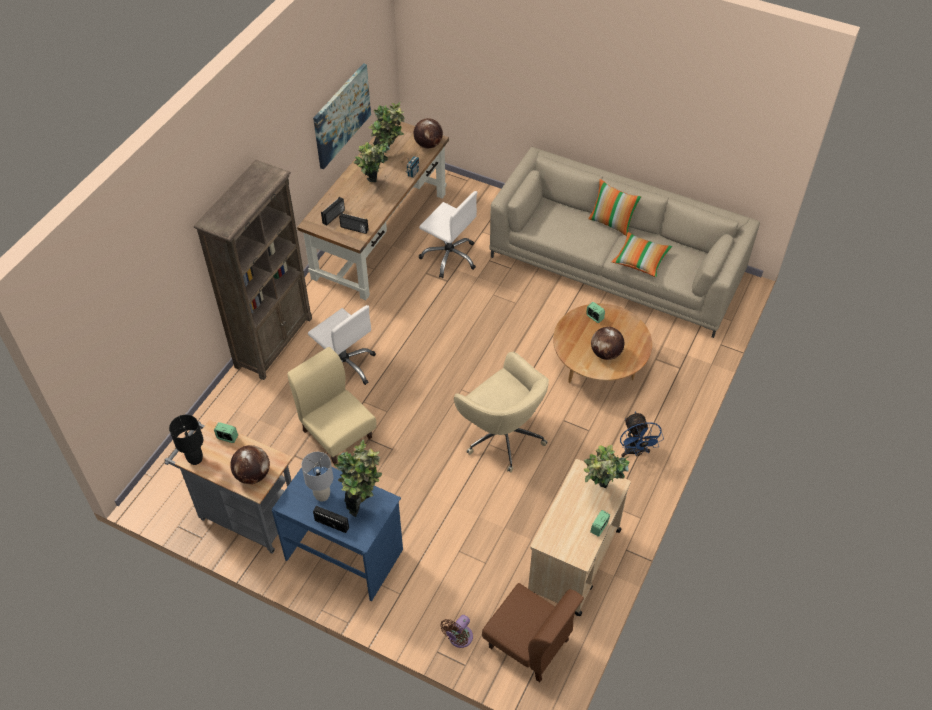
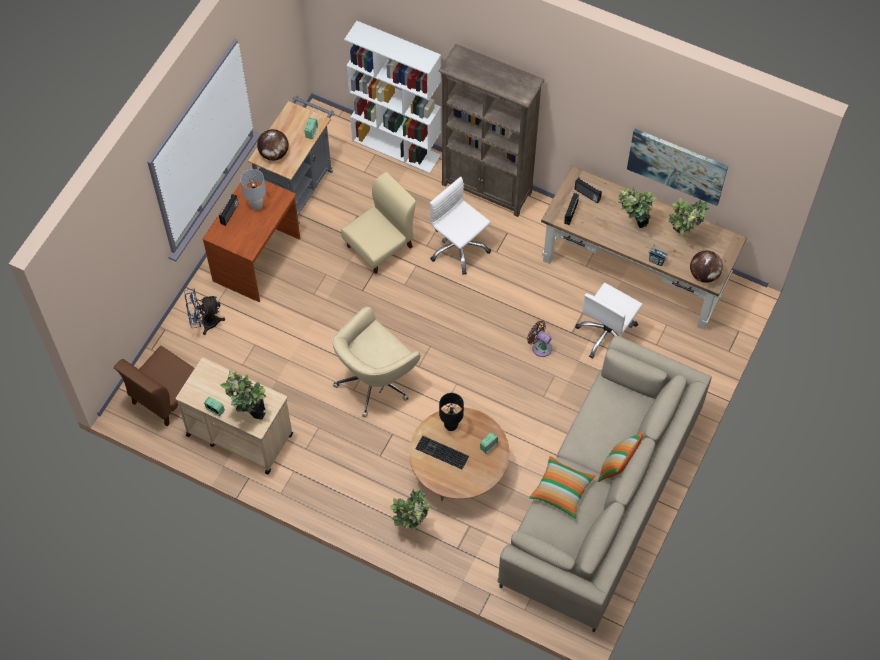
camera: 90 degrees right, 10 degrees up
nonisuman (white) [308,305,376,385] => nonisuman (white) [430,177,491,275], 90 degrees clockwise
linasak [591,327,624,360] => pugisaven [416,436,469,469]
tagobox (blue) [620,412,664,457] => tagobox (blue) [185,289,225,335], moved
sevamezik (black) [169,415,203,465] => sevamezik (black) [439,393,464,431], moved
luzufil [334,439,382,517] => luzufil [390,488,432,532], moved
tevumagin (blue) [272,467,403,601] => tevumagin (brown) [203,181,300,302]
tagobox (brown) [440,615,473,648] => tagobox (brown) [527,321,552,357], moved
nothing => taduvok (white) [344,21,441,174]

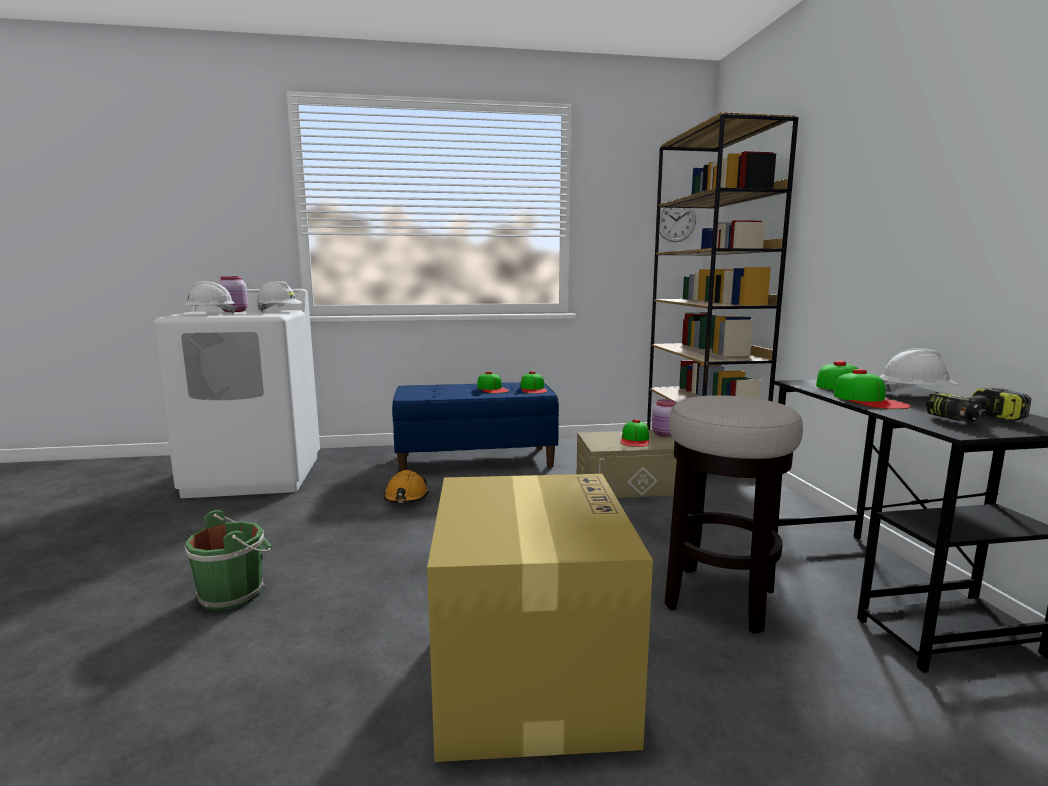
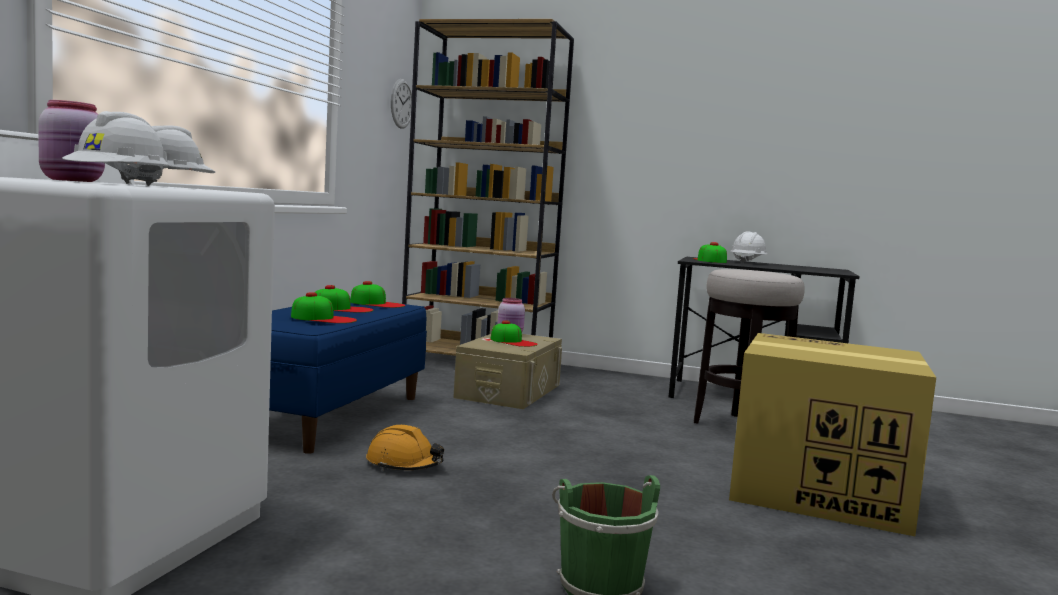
camera: 65 degrees left, 5 degrees down
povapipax [833,369,911,409] => povapipax [291,292,357,323], moved
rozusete [925,388,1031,422] => nothing

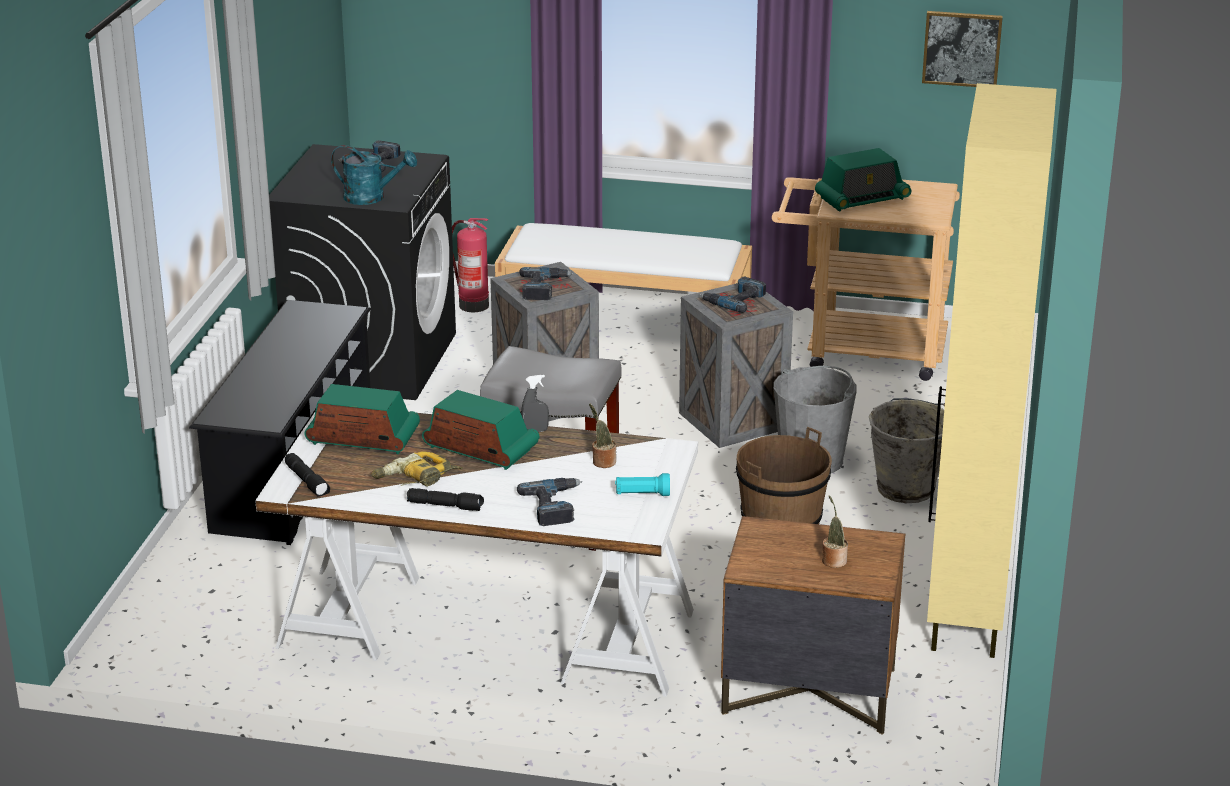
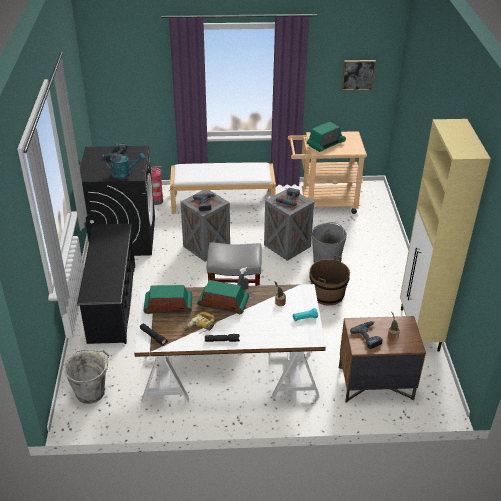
camera: 15 degrees left, 10 degrees up
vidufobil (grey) [869,398,945,503] => vidufobil (grey) [64,350,109,404], moved
rozusete [517,478,582,526] => rozusete [350,321,383,349], moved

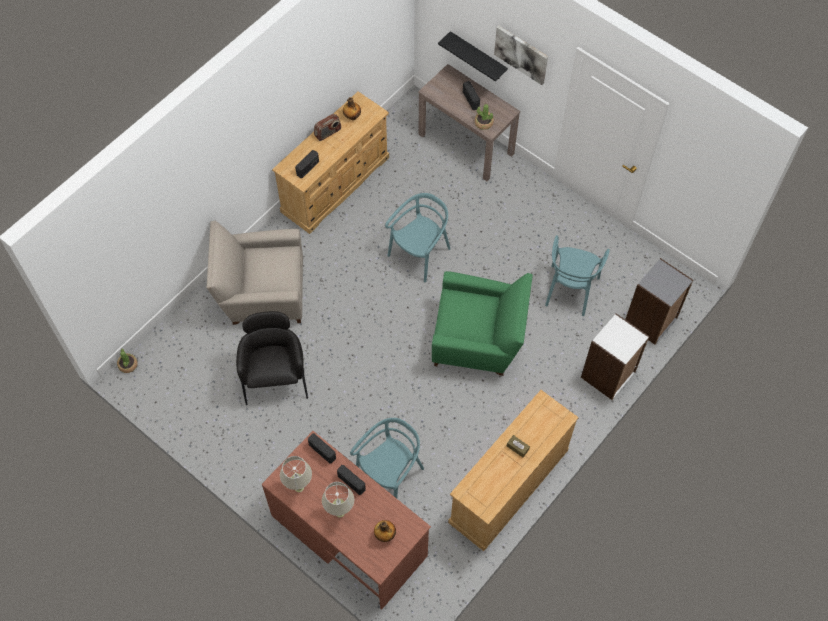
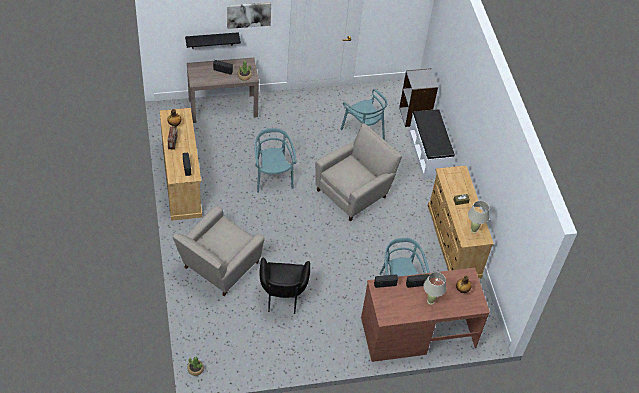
camera: 55 degrees left, 10 degrees down
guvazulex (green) [432,271,533,376] => guvazulex (beige) [315,123,402,222]
guvazulex (black) [236,311,308,405] => guvazulex (black) [260,258,310,314], 120 degrees counterclockwise
taduvok (white) [581,313,649,400] => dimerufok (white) [409,109,455,180]
sevamezik (beige) [280,456,312,492] => sevamezik (beige) [468,201,490,233], moved

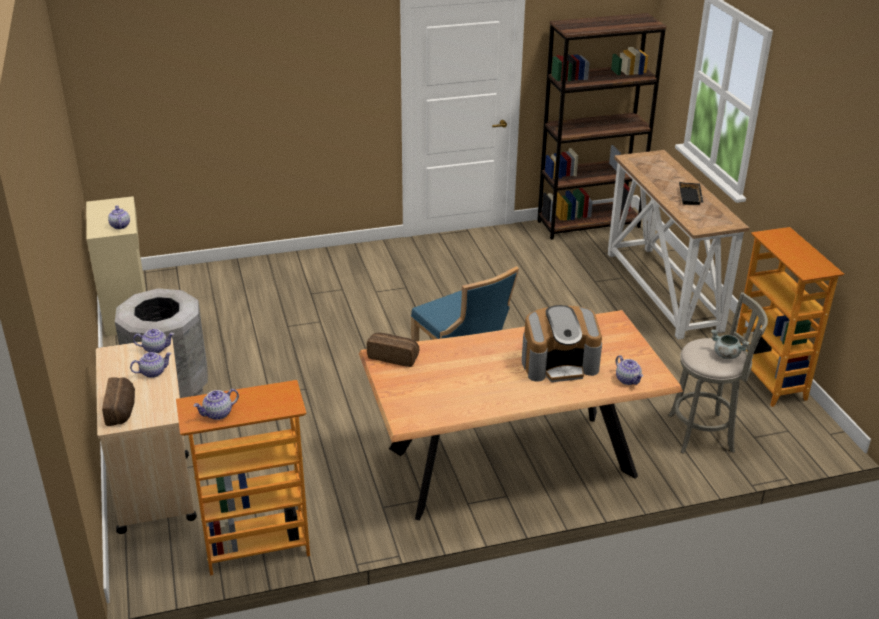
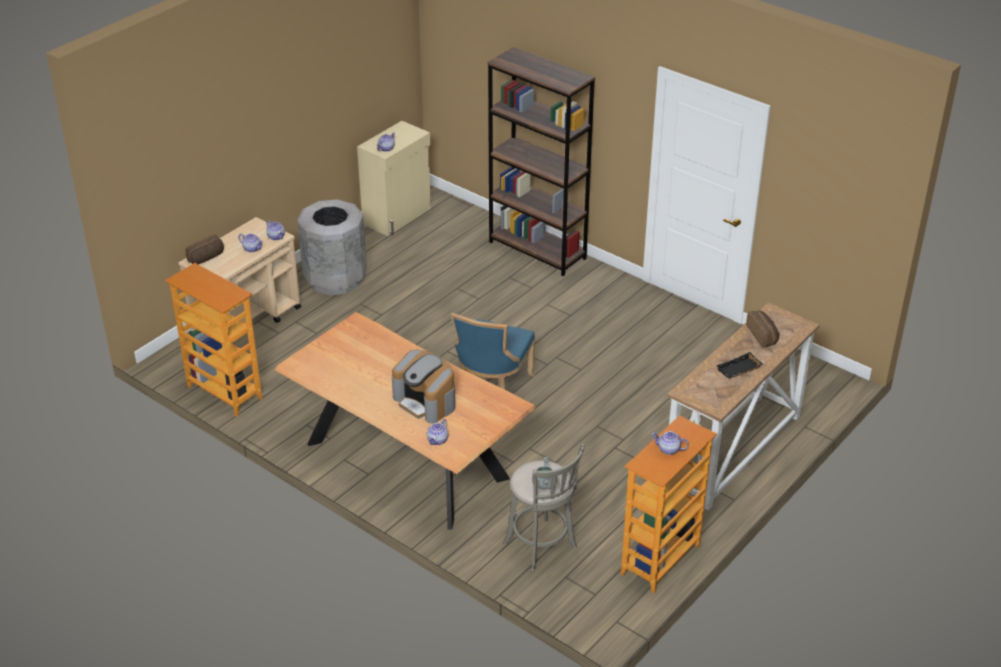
camera: 55 degrees right, 5 degrees up
taduvok (brown) [537,13,667,240] => taduvok (brown) [488,47,595,276], moved
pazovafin [367,333,419,367] => pazovafin [746,311,779,348], moved
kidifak [193,389,239,420] => kidifak [652,431,689,455], moved

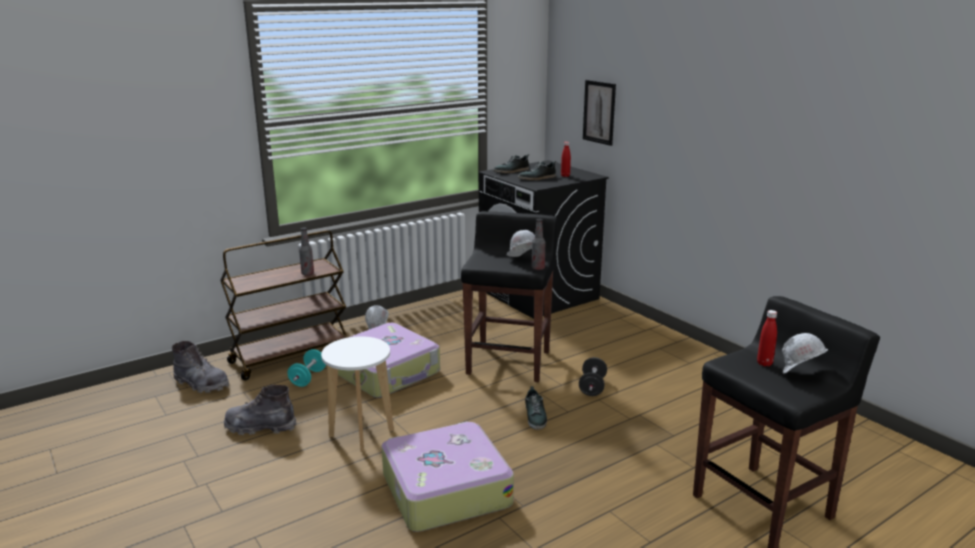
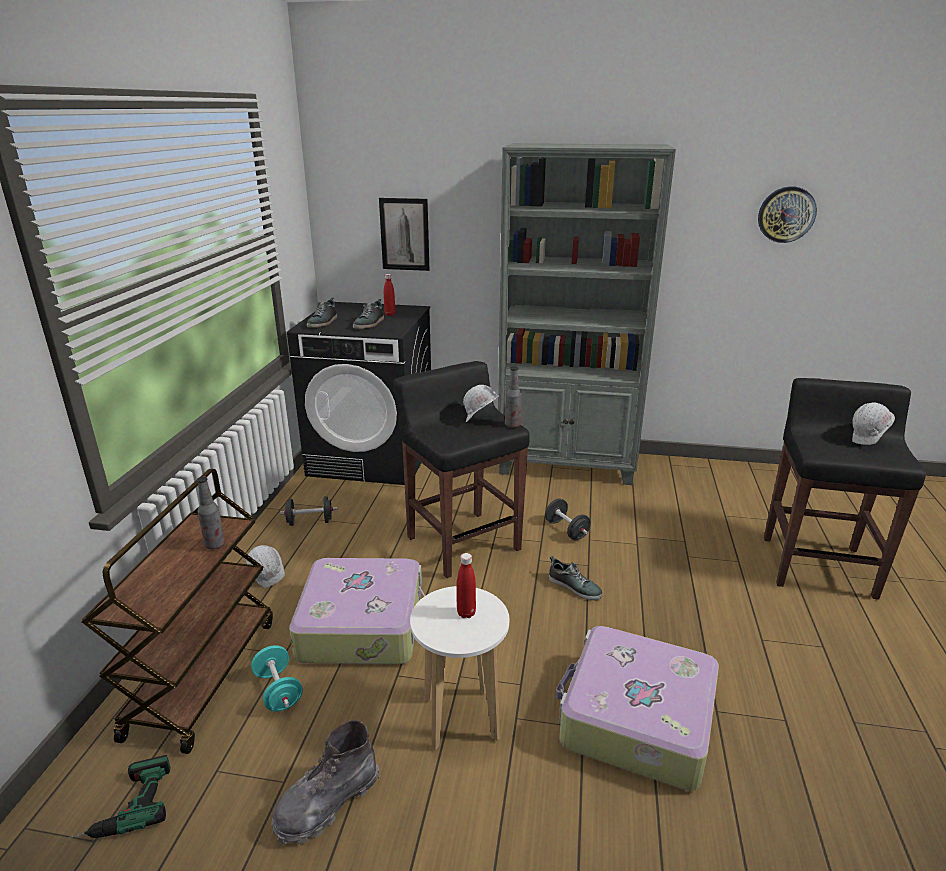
camera: 45 degrees left, 5 degrees up
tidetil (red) [757,310,777,366] => tidetil (red) [457,553,476,618], moved
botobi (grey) [172,341,229,393] => rozusete [68,755,170,838]
nothing => taduvok (grey) [498,143,676,485]
nothing => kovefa [758,186,817,243]
nothing => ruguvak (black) [280,496,338,526]

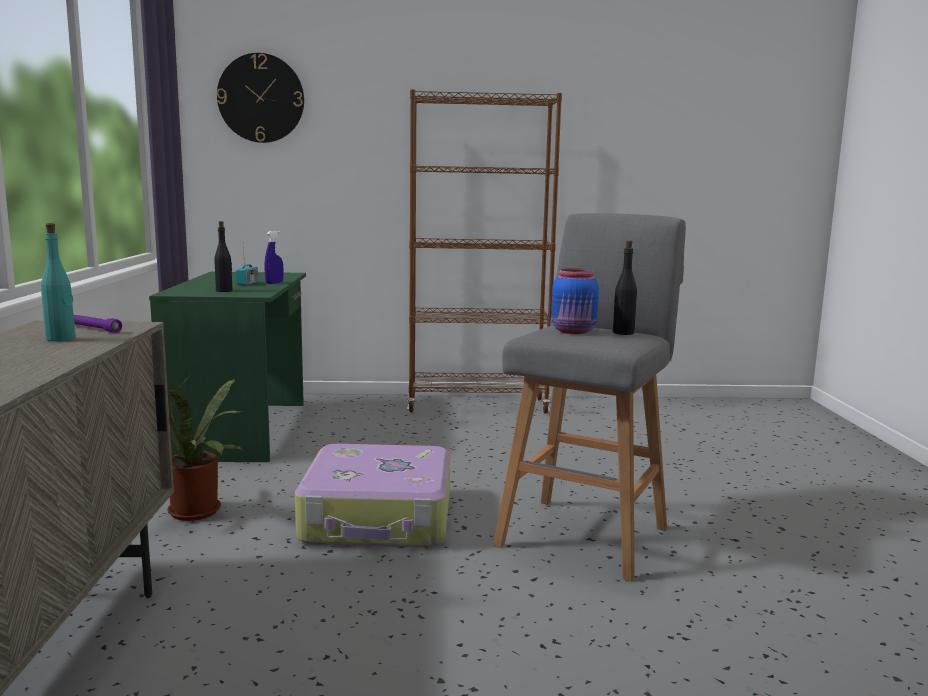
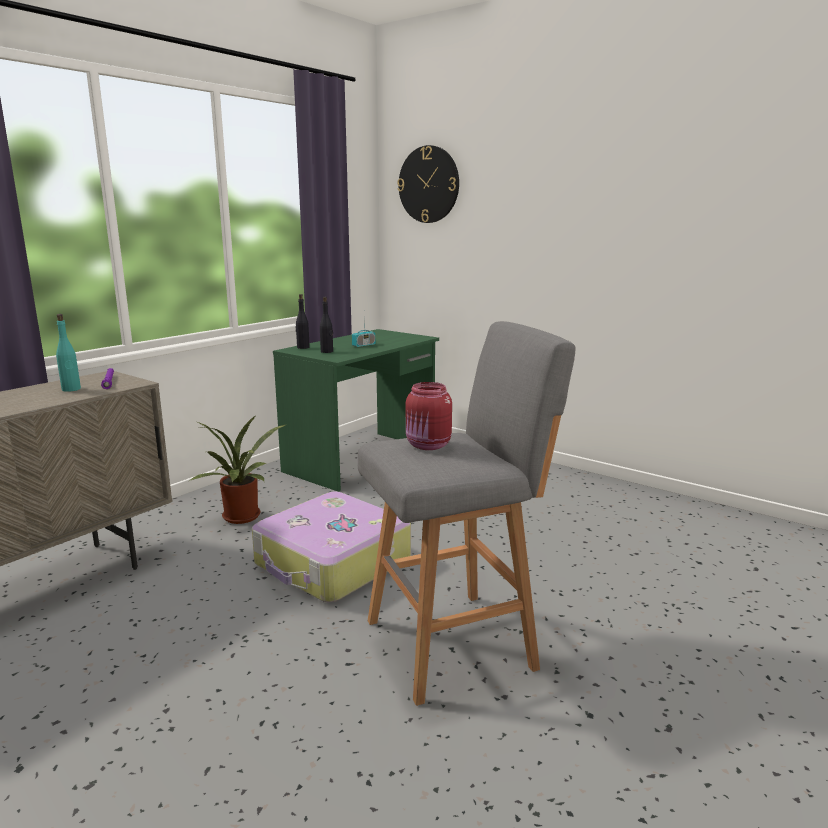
camera: 40 degrees right, 5 degrees up
taduvok (brown) [407,89,562,413] => nothing
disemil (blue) [264,230,283,284] => nothing
tidetil (black) [613,240,637,335] => tidetil (black) [296,294,310,349], moved
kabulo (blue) [551,269,599,334] => kabulo (red) [406,382,452,450]

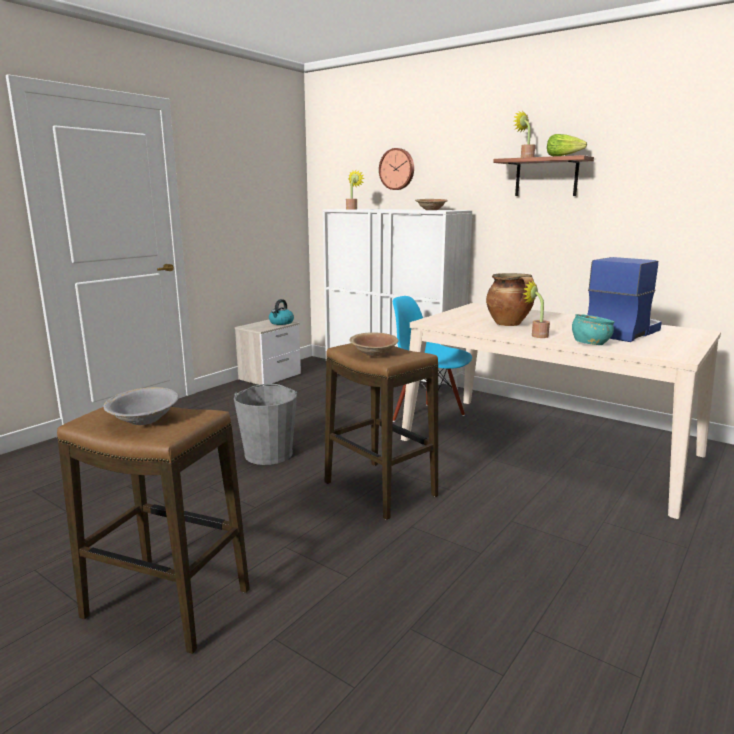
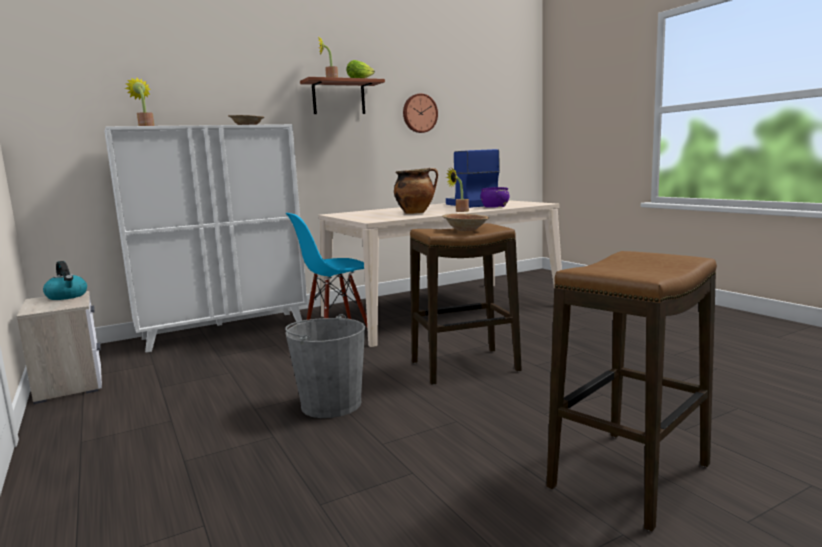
camera: 65 degrees left, 5 degrees down
kovefa [379,148,414,190] => kovefa [403,93,438,133], moved
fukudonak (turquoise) [572,314,614,345] => fukudonak (purple) [481,187,510,208]
fukudonak (grey) [104,387,179,425] => nothing

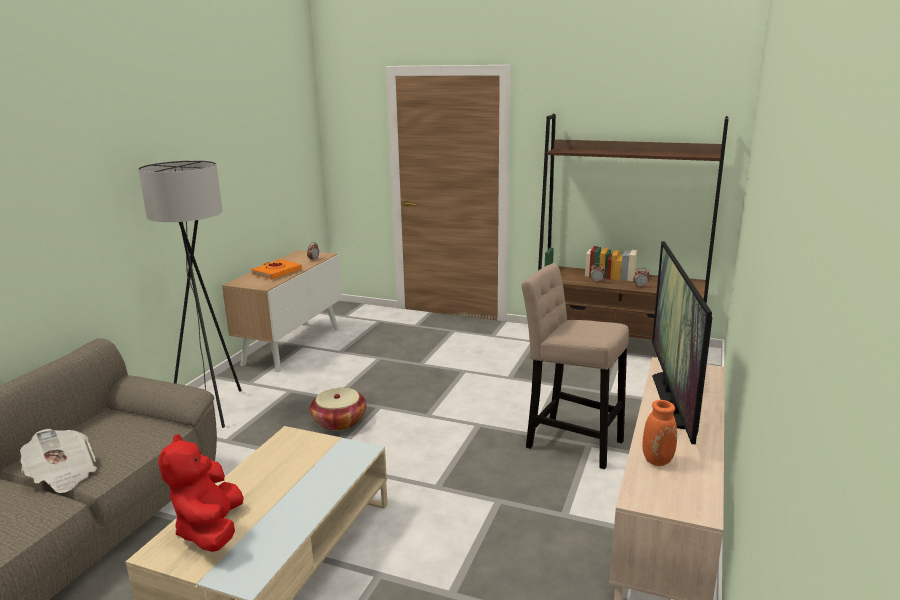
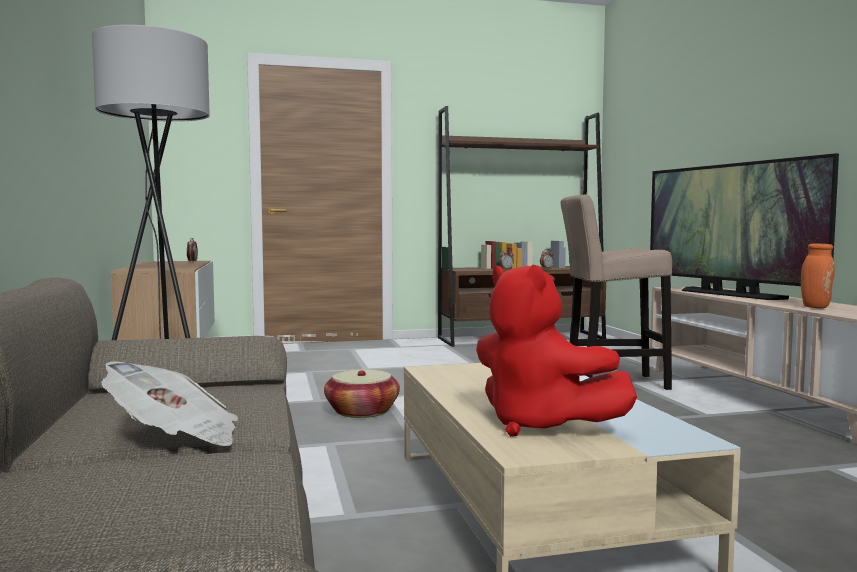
camera: 35 degrees left, 15 degrees down
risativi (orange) [251,259,302,280] => nothing

